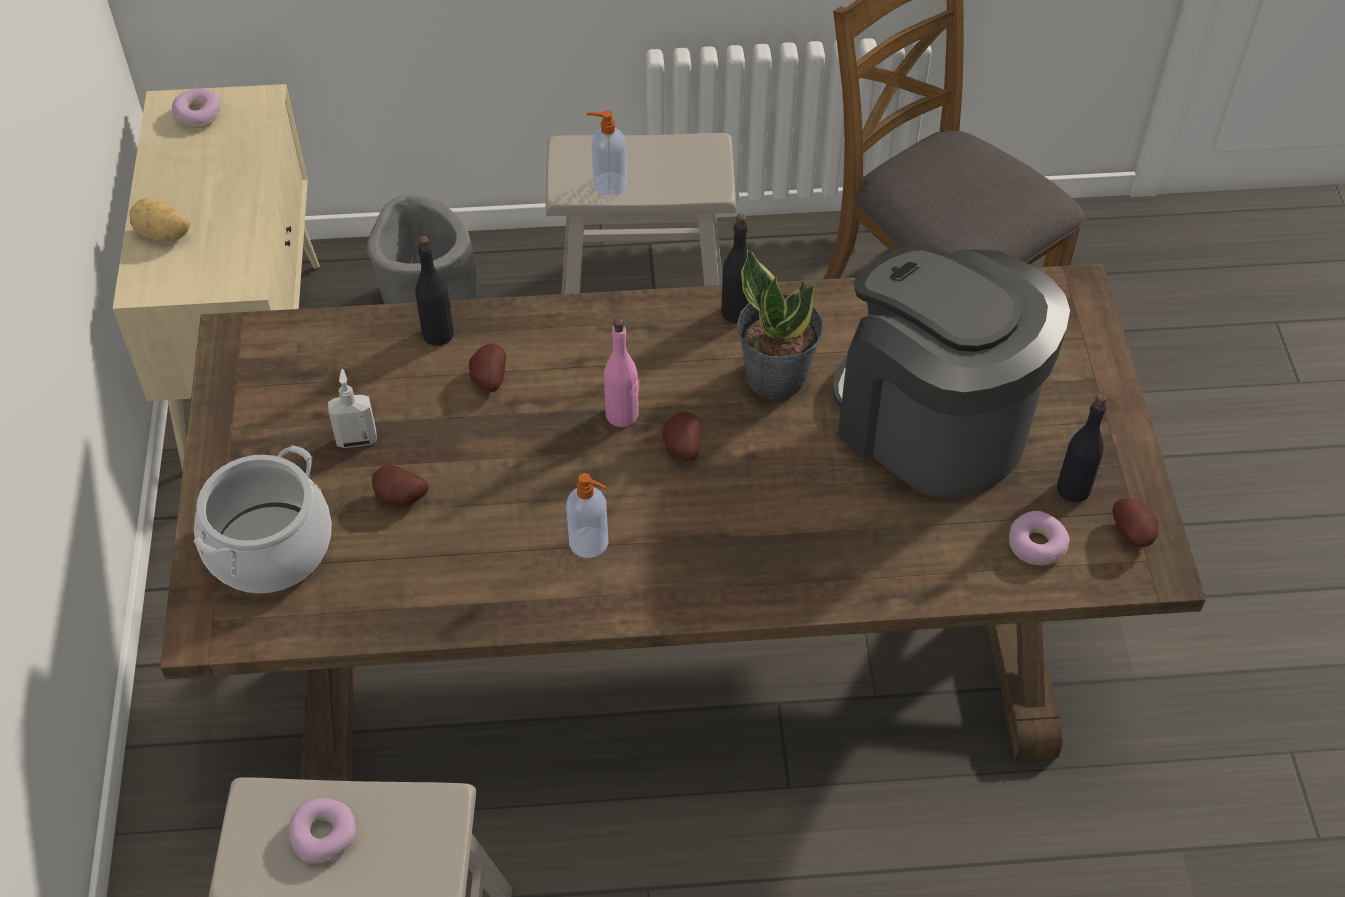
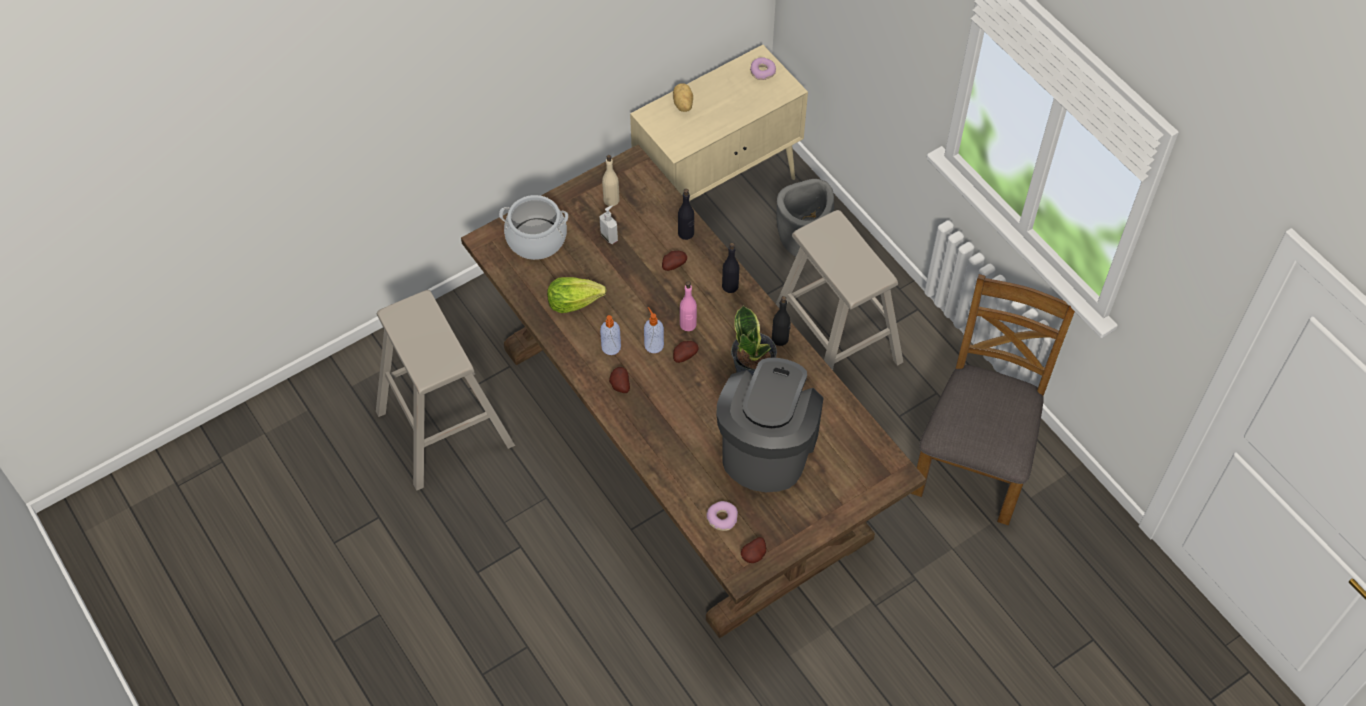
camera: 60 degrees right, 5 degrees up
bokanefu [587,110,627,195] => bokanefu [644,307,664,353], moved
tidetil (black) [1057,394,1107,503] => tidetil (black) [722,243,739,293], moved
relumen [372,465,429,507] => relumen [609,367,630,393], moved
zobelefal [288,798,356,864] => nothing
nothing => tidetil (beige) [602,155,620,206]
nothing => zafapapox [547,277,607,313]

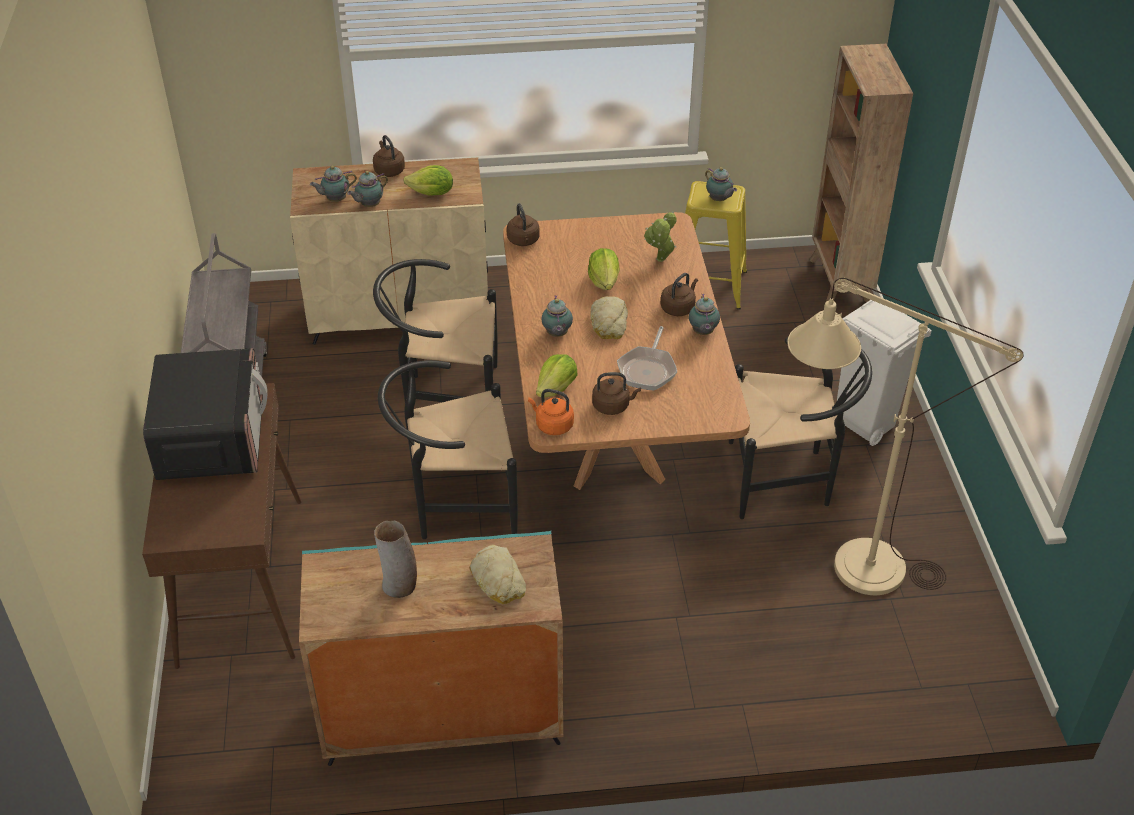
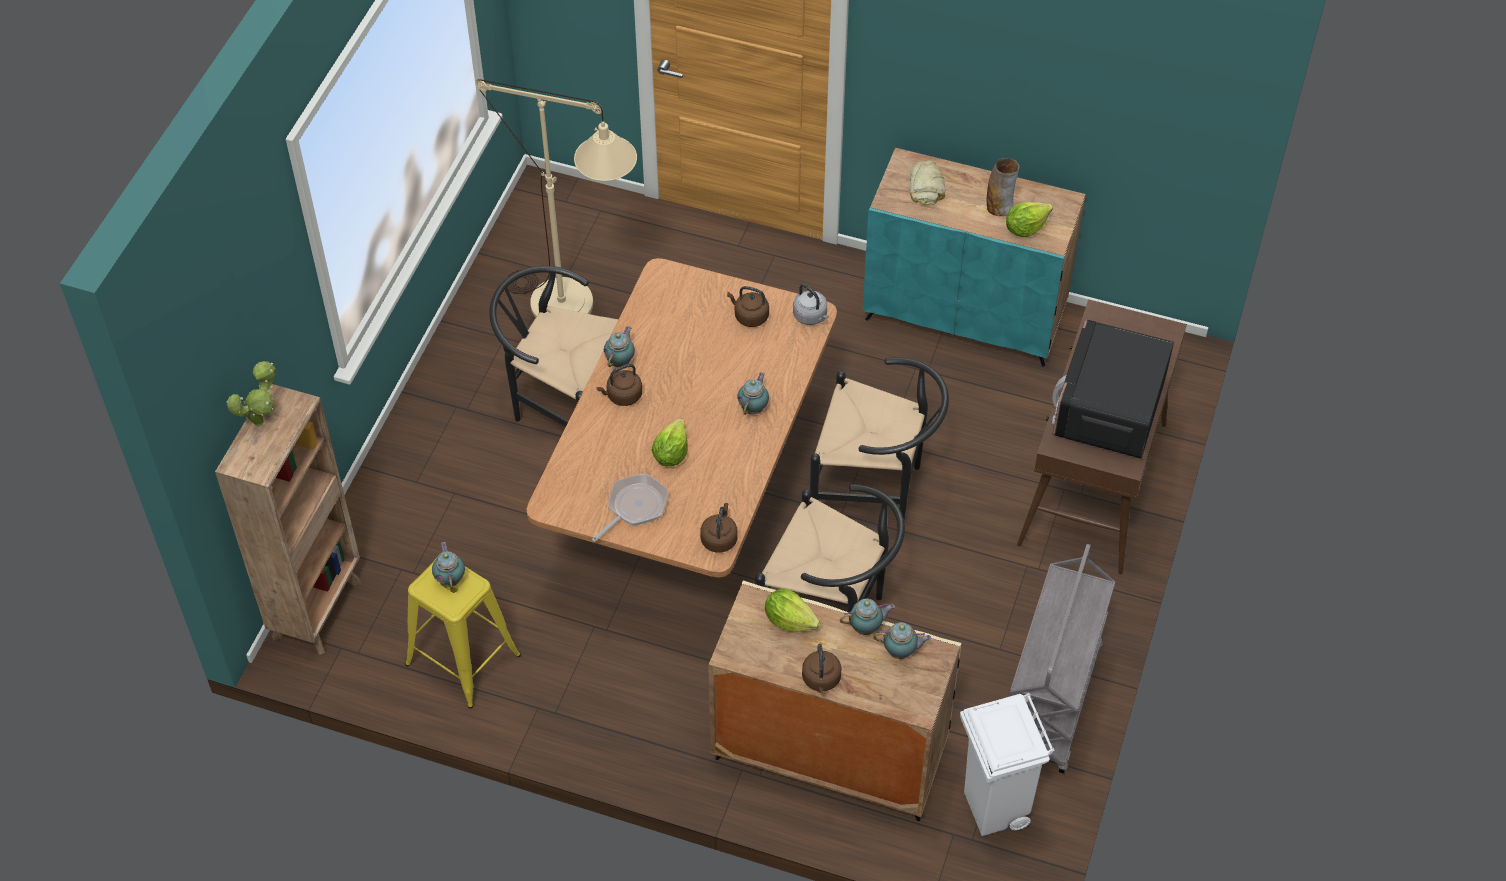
camera: 155 degrees left, 10 degrees up
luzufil [644,211,676,262] => luzufil [227,361,276,427], moved
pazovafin [590,296,628,339] => nothing
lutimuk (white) [837,300,932,446] => lutimuk (white) [960,693,1055,836], moved
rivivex [617,326,677,391] => rivivex [592,473,668,542], moved
zafapapox [536,354,577,398] => zafapapox [1006,202,1053,237], moved
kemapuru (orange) [528,389,574,435] => kemapuru (grey) [793,284,829,325]

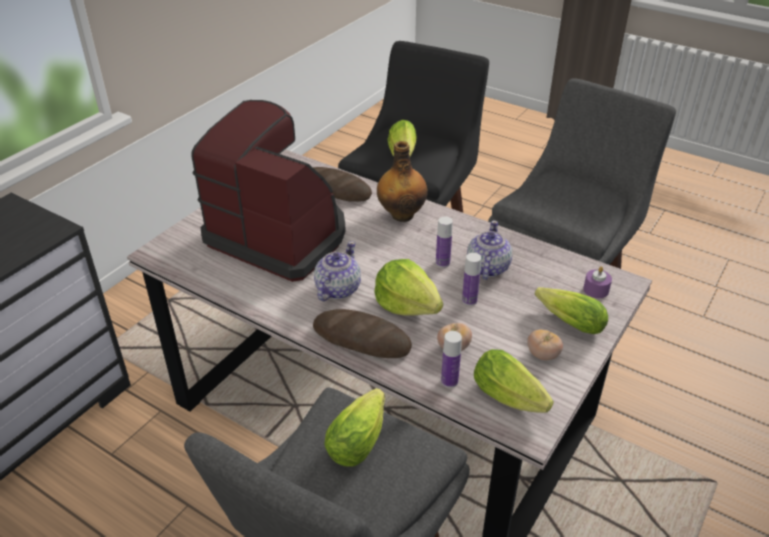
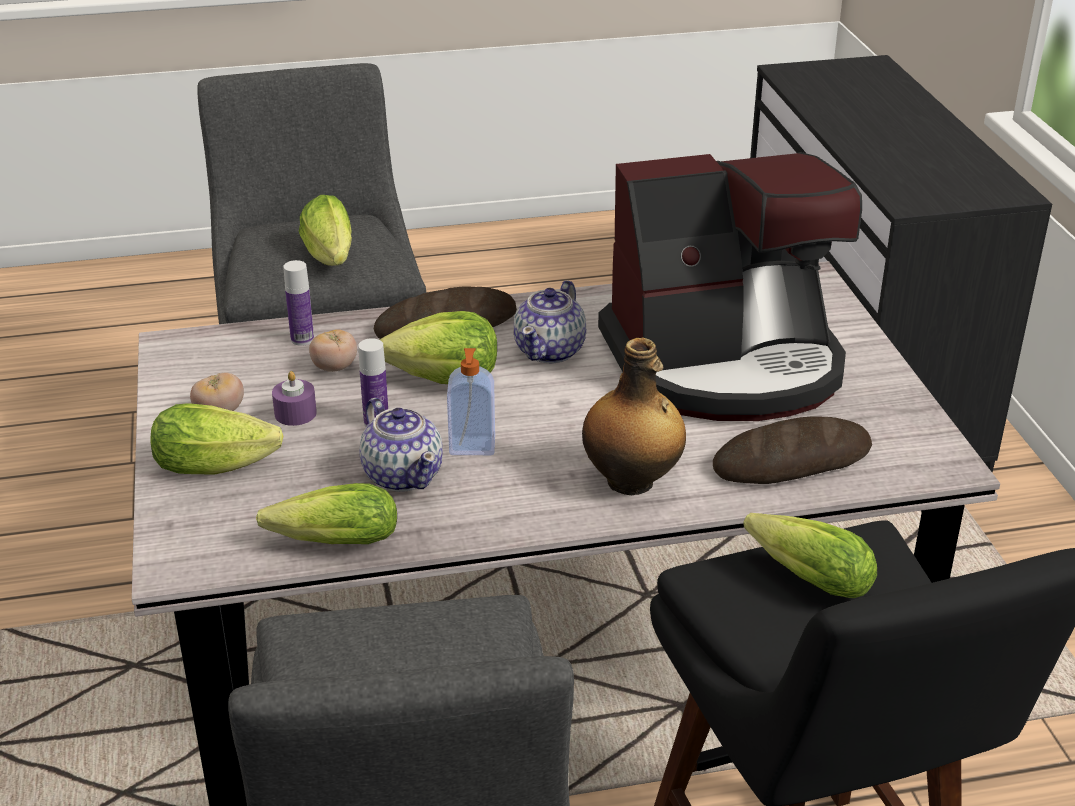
camera: 135 degrees right, 5 degrees down
tidetil [436,217,453,268] => bokanefu [447,348,495,455]
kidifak [314,241,361,301] => kidifak [514,280,586,363], 45 degrees clockwise
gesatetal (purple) [583,266,612,298] => gesatetal (purple) [272,371,317,426], moved
zafapapox [474,349,554,413] => zafapapox [256,483,397,544], moved

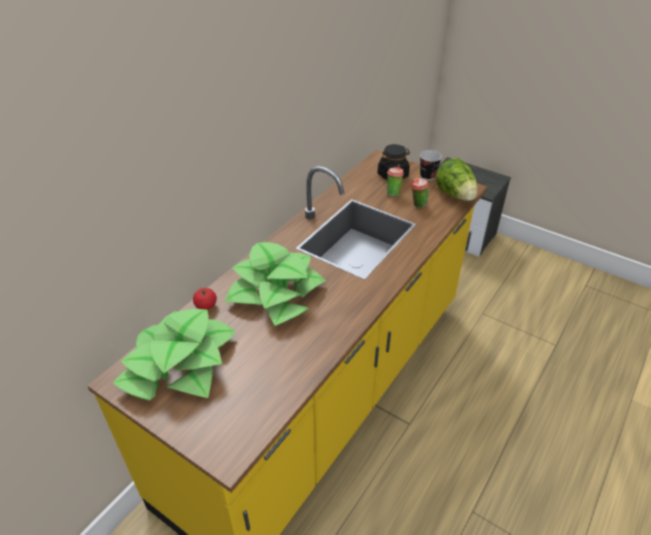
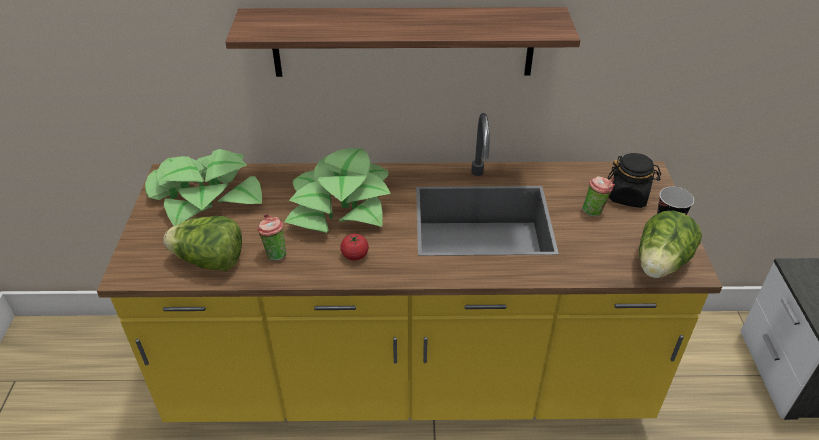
camera: 55 degrees right, 0 degrees up
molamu [411,178,429,208] => molamu [257,214,286,261], moved
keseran [193,288,217,310] => keseran [340,234,369,260], moved
nothing => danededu [225,7,580,77]
nothing => zafapapox [163,216,242,271]

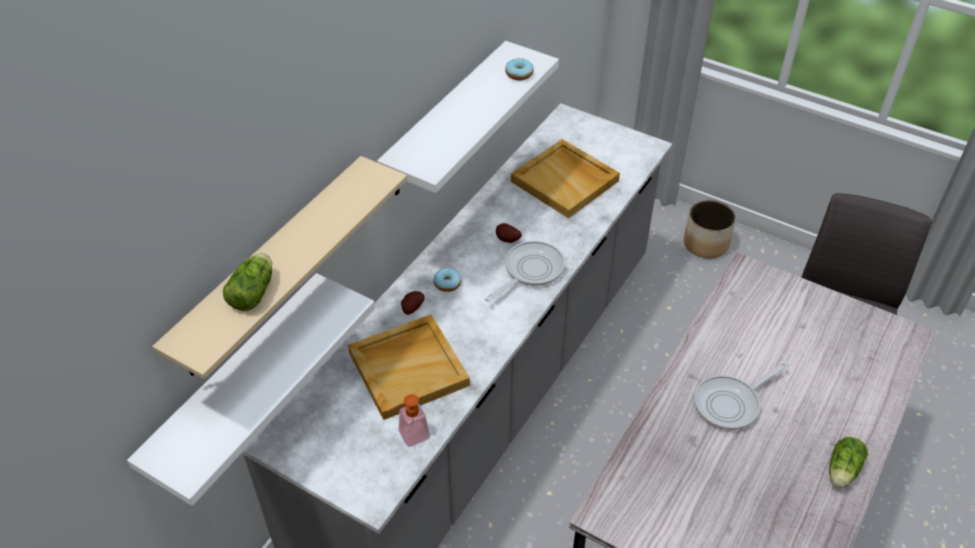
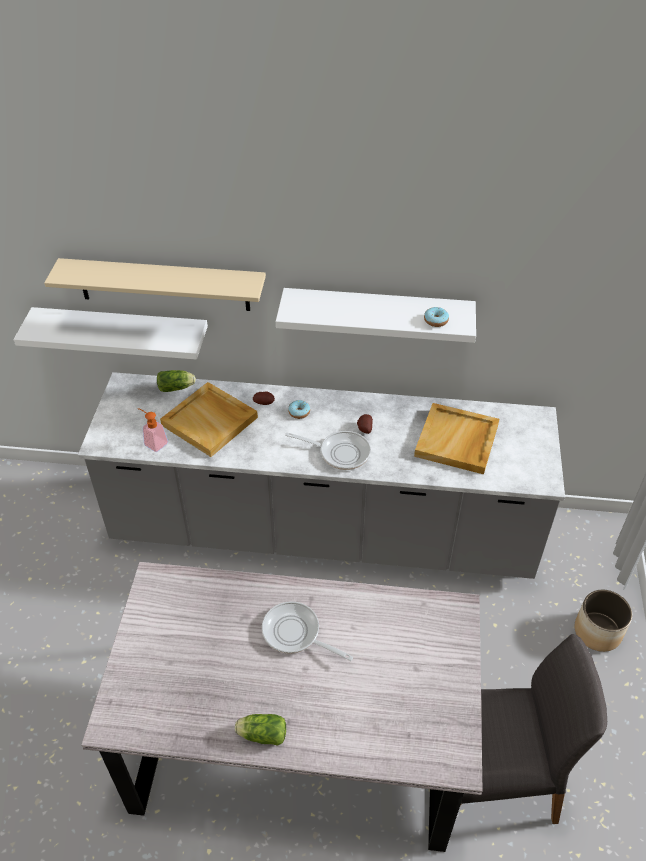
camera: 65 degrees right, 0 degrees up
zafapapox [223,254,272,311] => zafapapox [157,370,196,392], moved

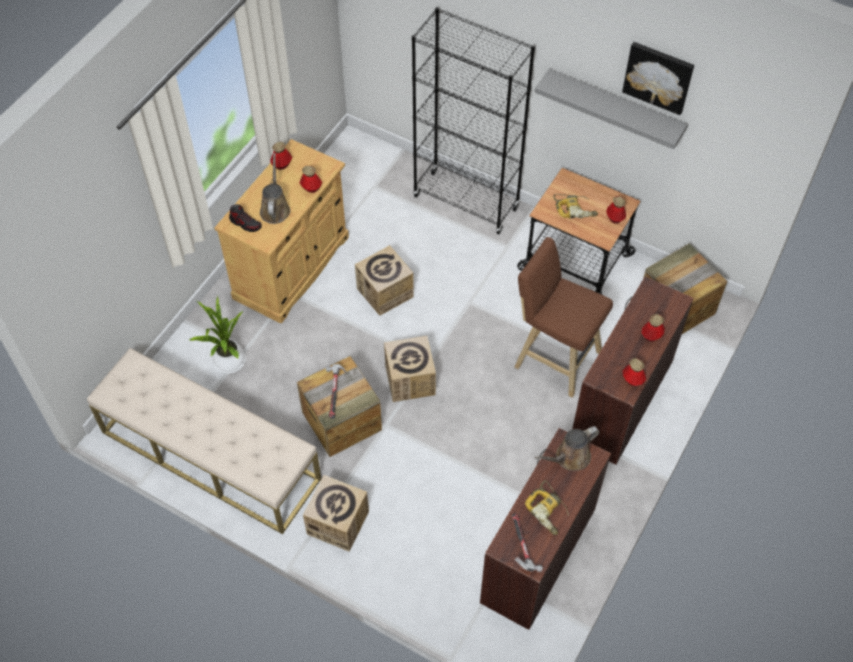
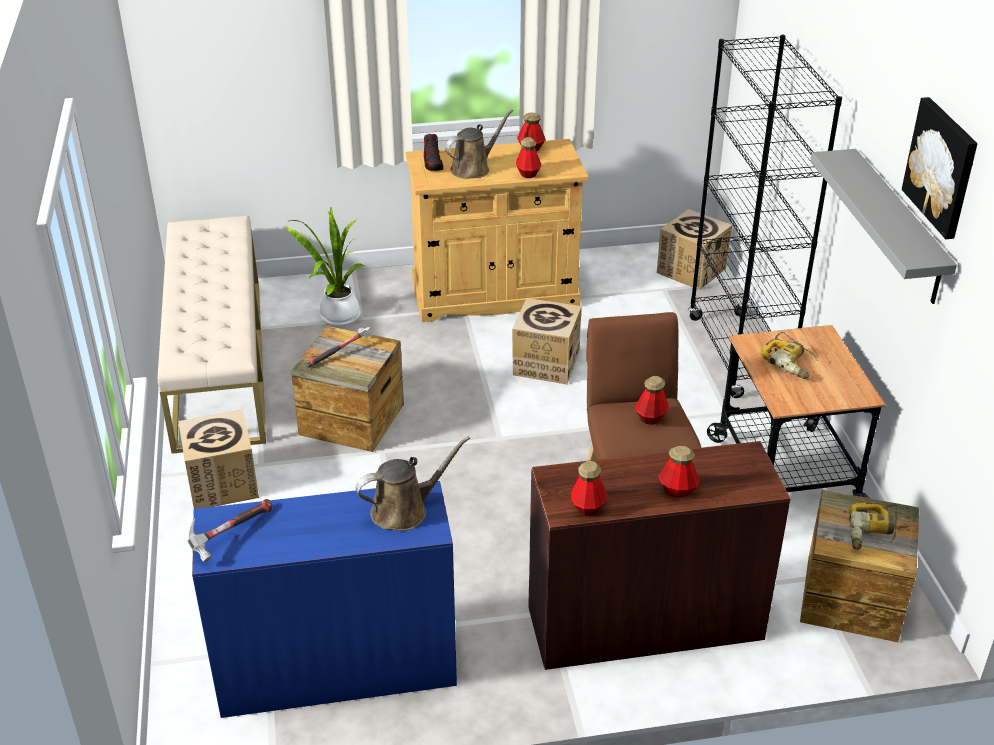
camera: 50 degrees right, 20 degrees down
tidetil [606,196,626,224] => tidetil [636,376,669,425], moved
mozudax [384,336,436,402] => mozudax [657,209,732,290], moved
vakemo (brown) [535,426,599,471] => vakemo (brown) [355,436,470,531], 135 degrees clockwise
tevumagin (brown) [480,428,611,630] => tevumagin (blue) [192,481,457,718]
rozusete [525,480,569,535] => rozusete [849,503,899,550], moved

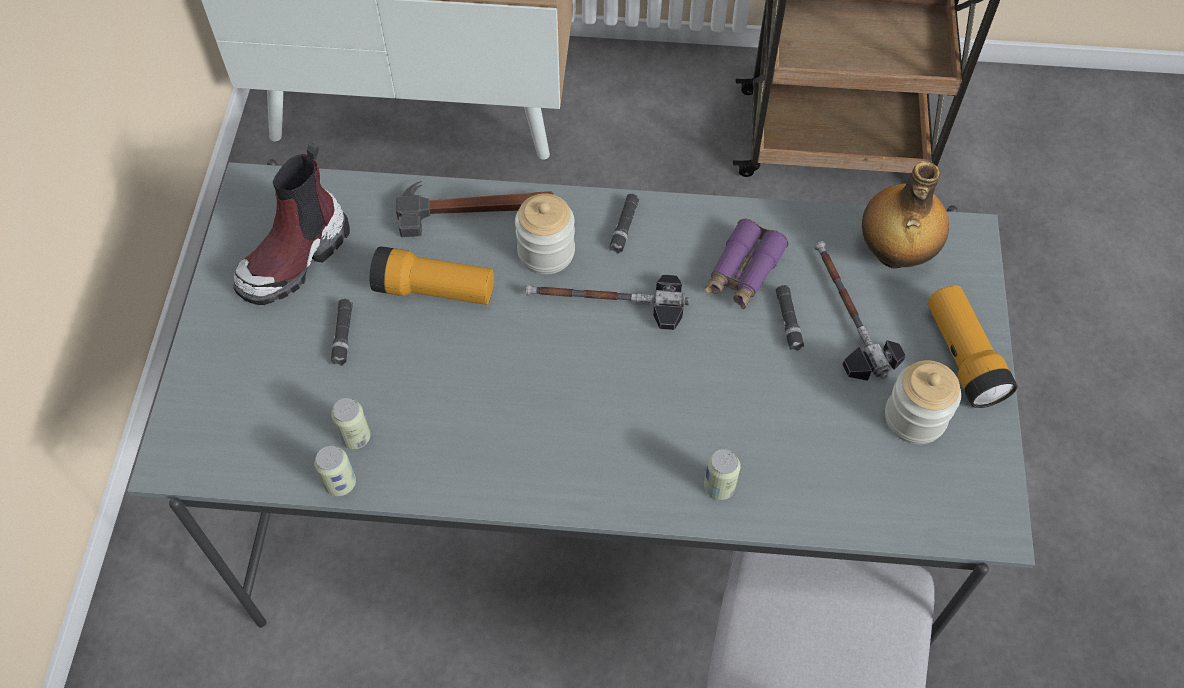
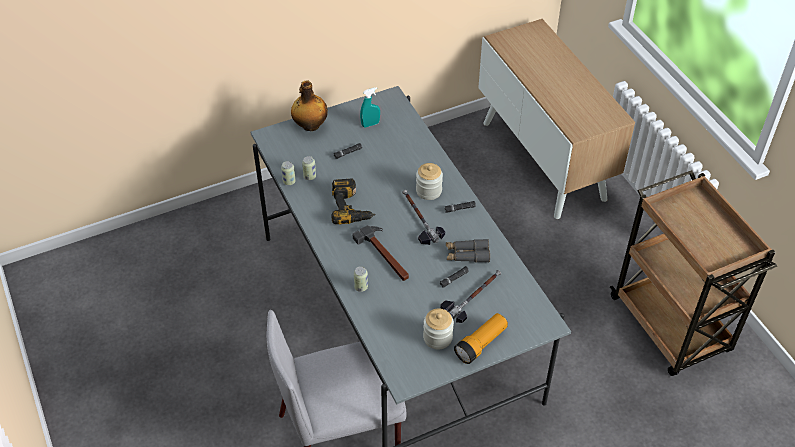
camera: 60 degrees right, 10 degrees down
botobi [233,142,350,305] => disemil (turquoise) [360,87,380,127]
tidetil [862,162,949,269] => tidetil [291,80,328,131], moved
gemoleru [396,181,554,237] => gemoleru [353,225,409,281], moved
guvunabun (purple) [704,219,788,309] => guvunabun (grey) [446,239,490,263]
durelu [370,246,494,305] => nothing
nothing => rozusete [332,178,376,224]

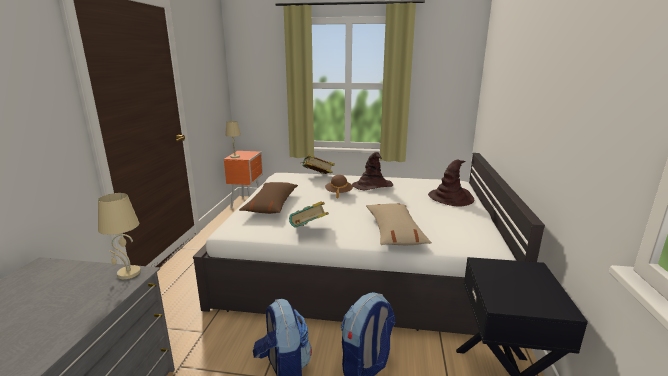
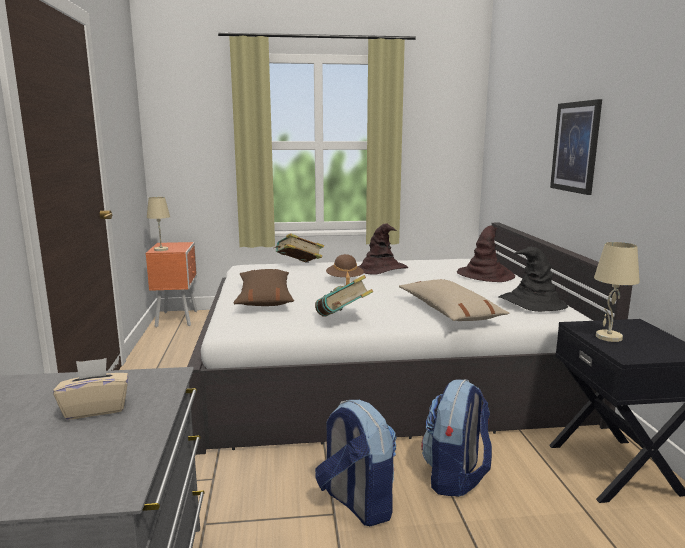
camera: 15 degrees left, 5 degrees down
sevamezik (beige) [98,193,141,279] => sevamezik (beige) [594,242,640,342], moved
nothing => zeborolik [550,99,602,195]
nothing => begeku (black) [499,247,568,312]
nothing => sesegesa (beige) [53,358,129,420]

